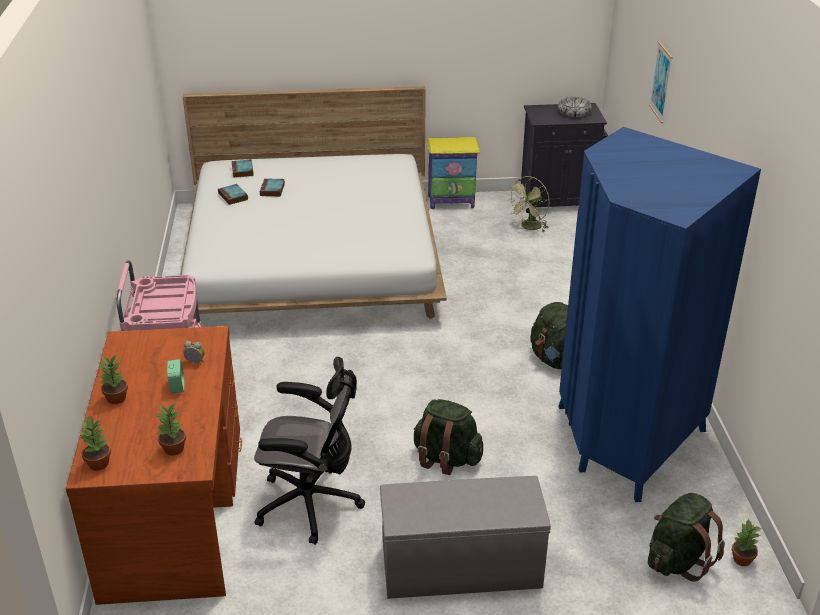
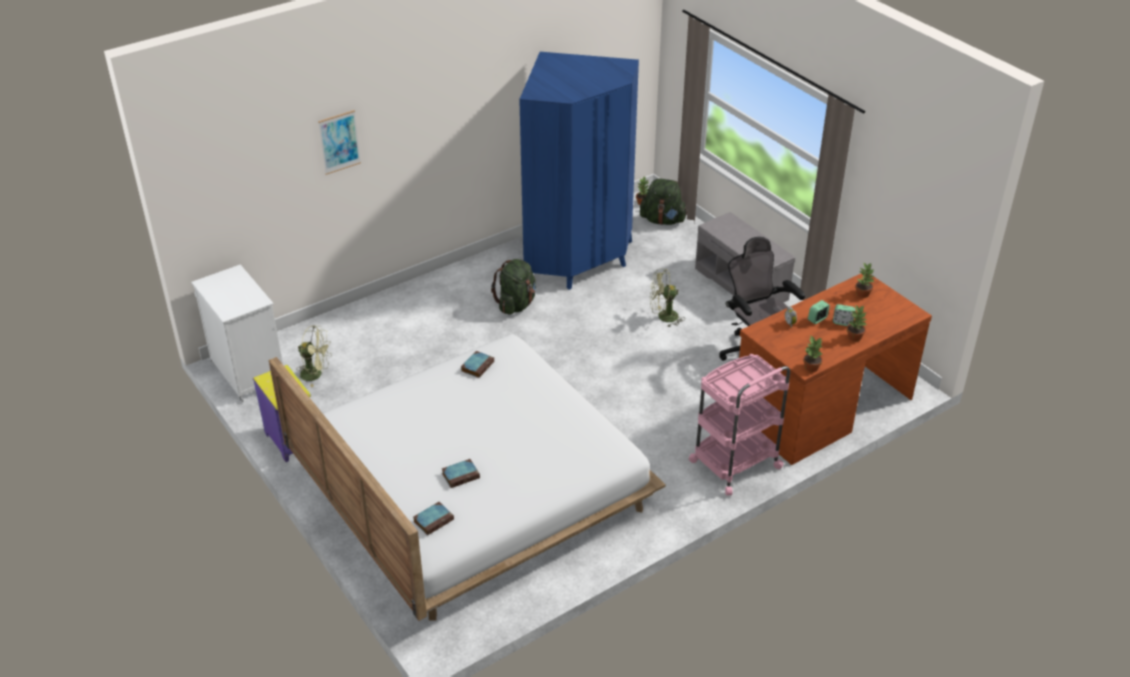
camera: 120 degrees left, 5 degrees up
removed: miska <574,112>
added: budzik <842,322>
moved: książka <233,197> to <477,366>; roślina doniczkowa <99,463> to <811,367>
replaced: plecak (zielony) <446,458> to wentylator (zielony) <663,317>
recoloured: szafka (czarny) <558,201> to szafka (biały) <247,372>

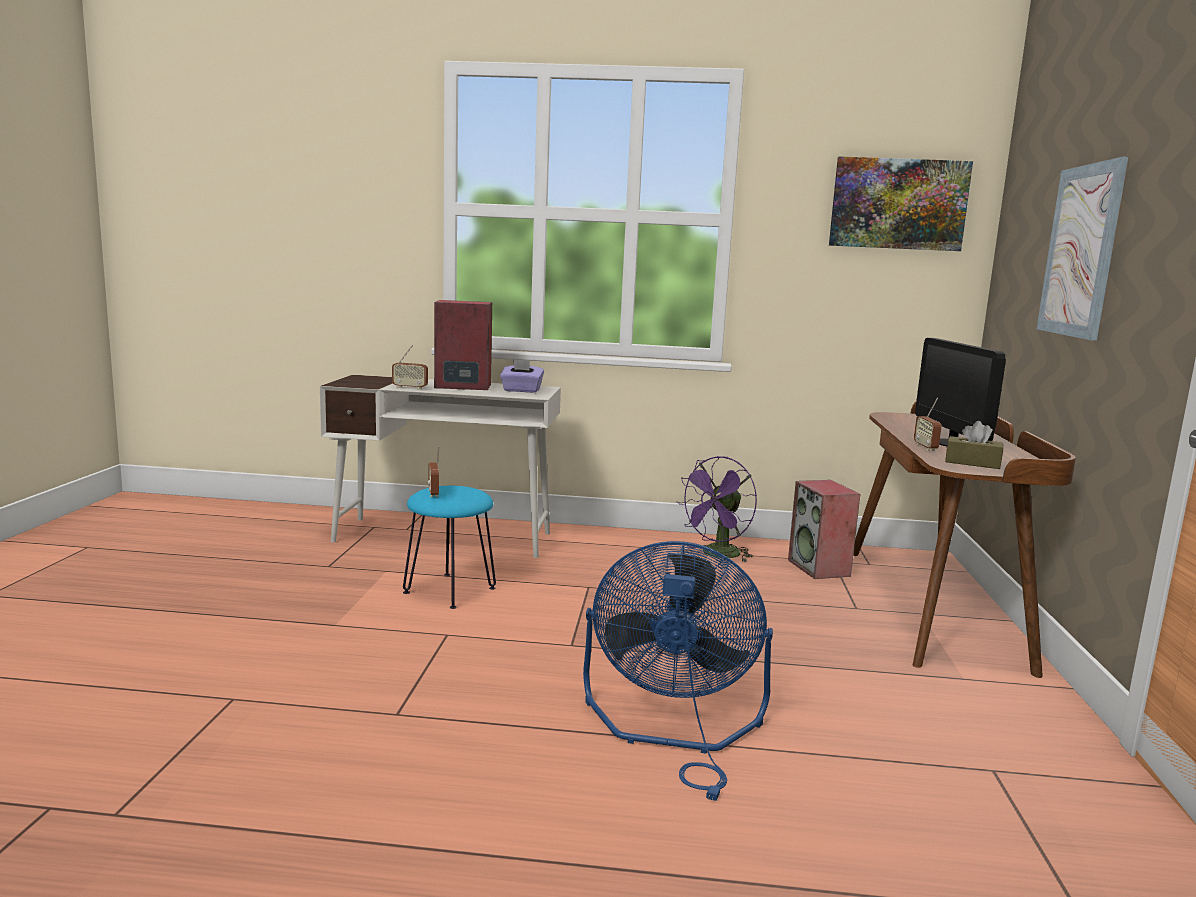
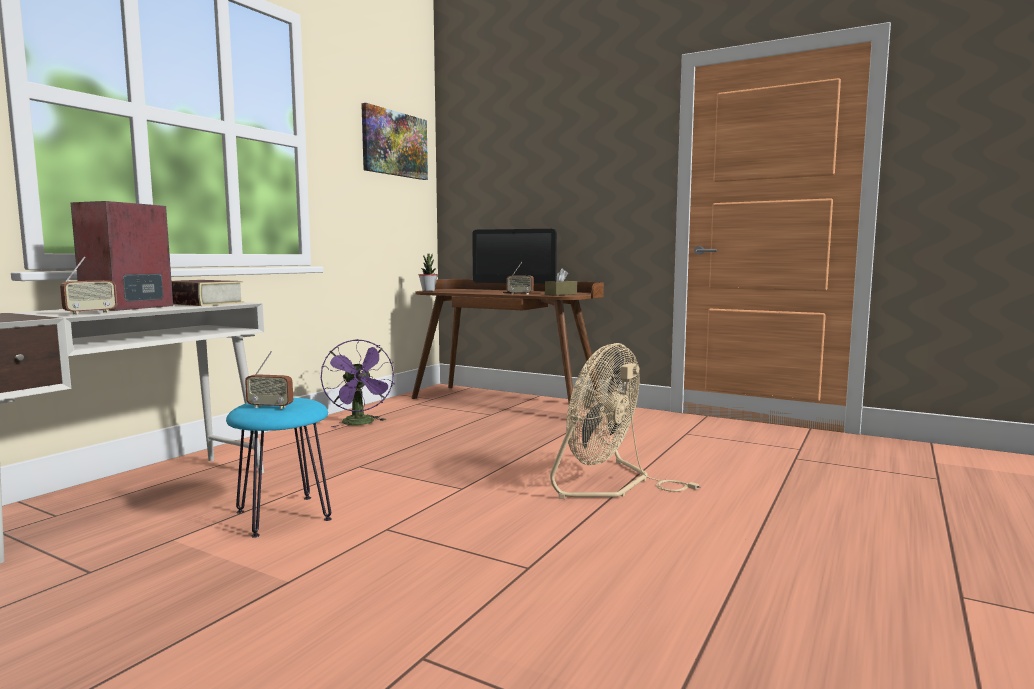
camera: 65 degrees left, 5 degrees down
removed: obraz <1080,251>; głośnik <820,568>
added: roślina doniczkowa <428,290>
replaced: pudełko chusteczek (fioletowy) <521,390> to książka <201,303>
recoloured: wentylator (niebieski) <676,733> to wentylator (beżowy) <617,483>

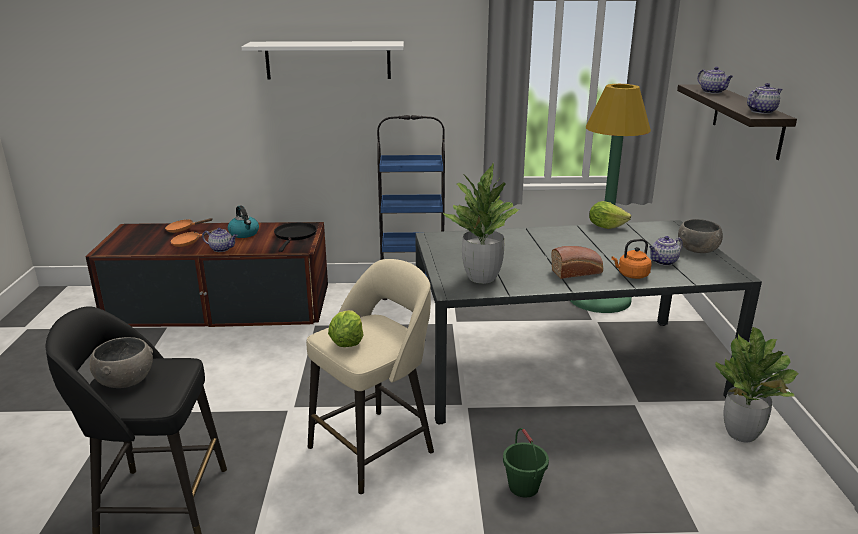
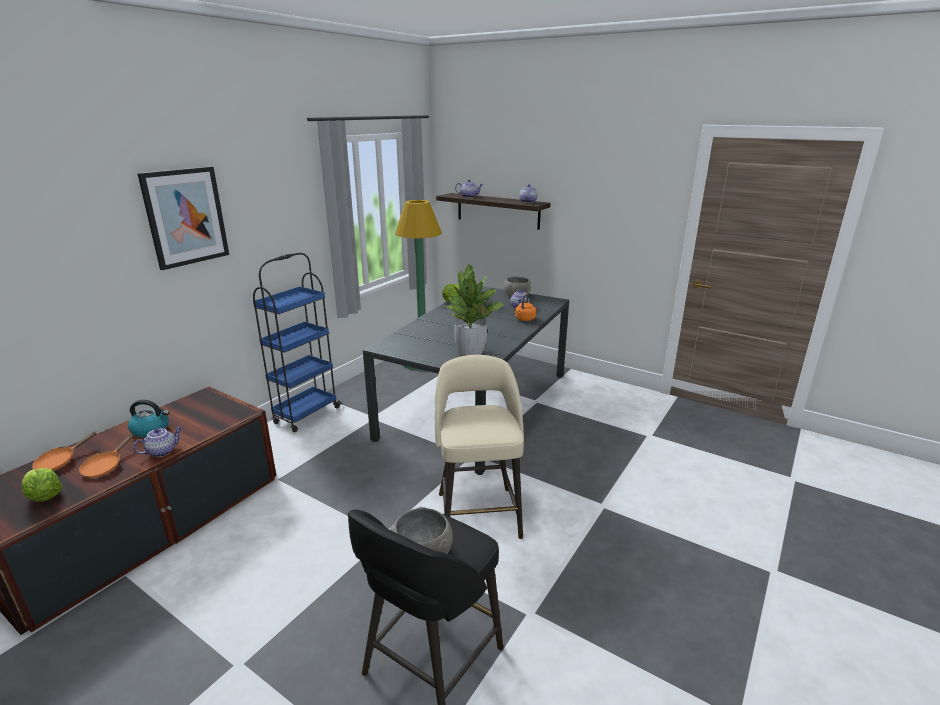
camera: 55 degrees left, 0 degrees up
removed: patelnia (czarny) <295,235>; chleb <577,272>; roślina doniczkowa <741,434>; wiadro (zielony) <524,487>
moved: sałata <347,342> to <44,496>
replaced: półka (biały) <328,60> to obraz <185,217>

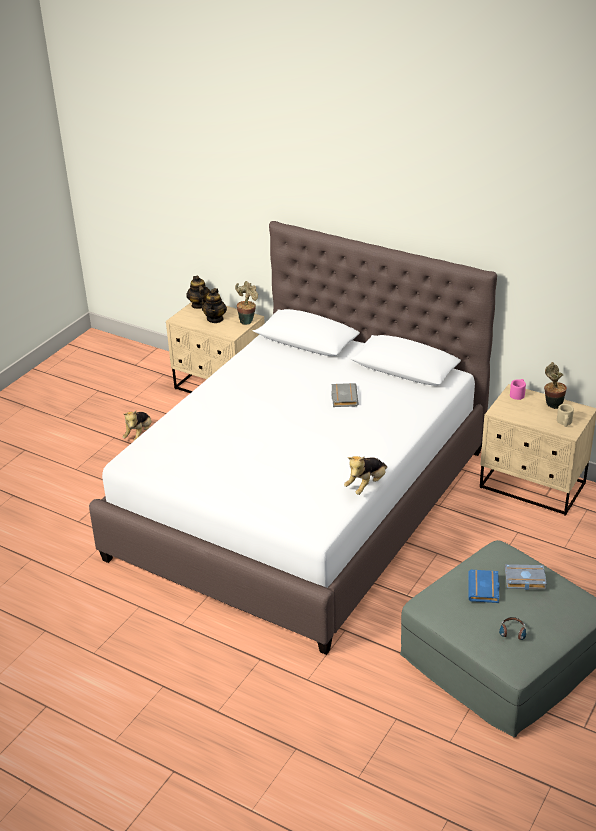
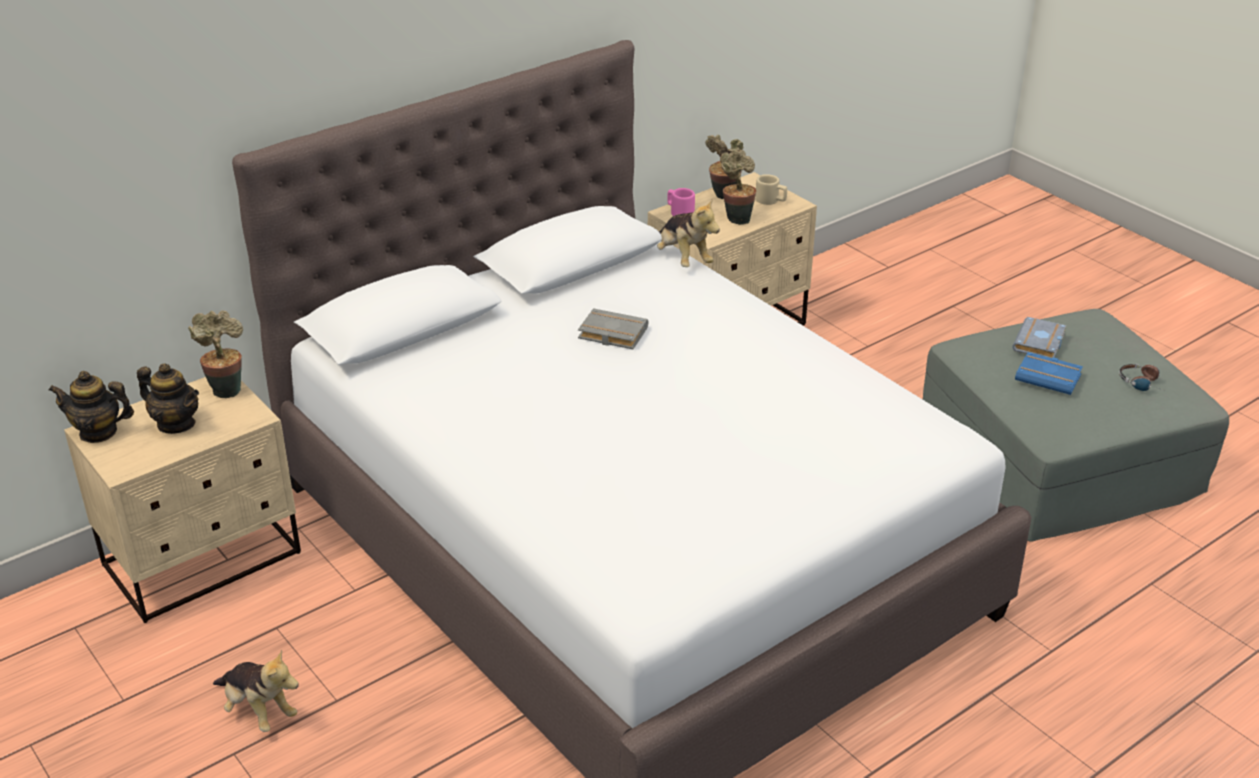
camera: 70 degrees left, 0 degrees up
added: roślina doniczkowa <737,218>
moved: pluszak <366,485> to <683,259>

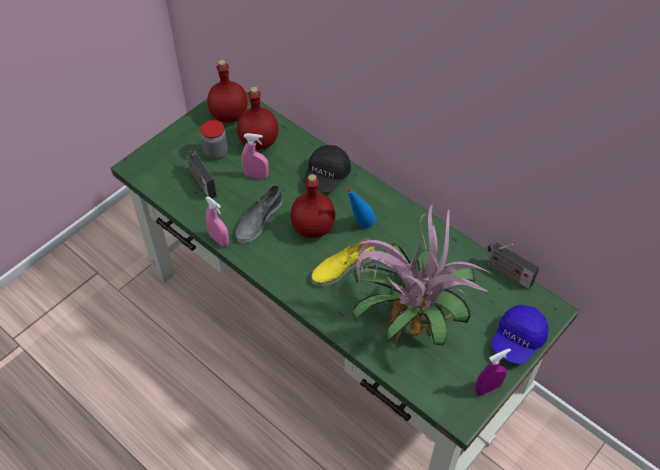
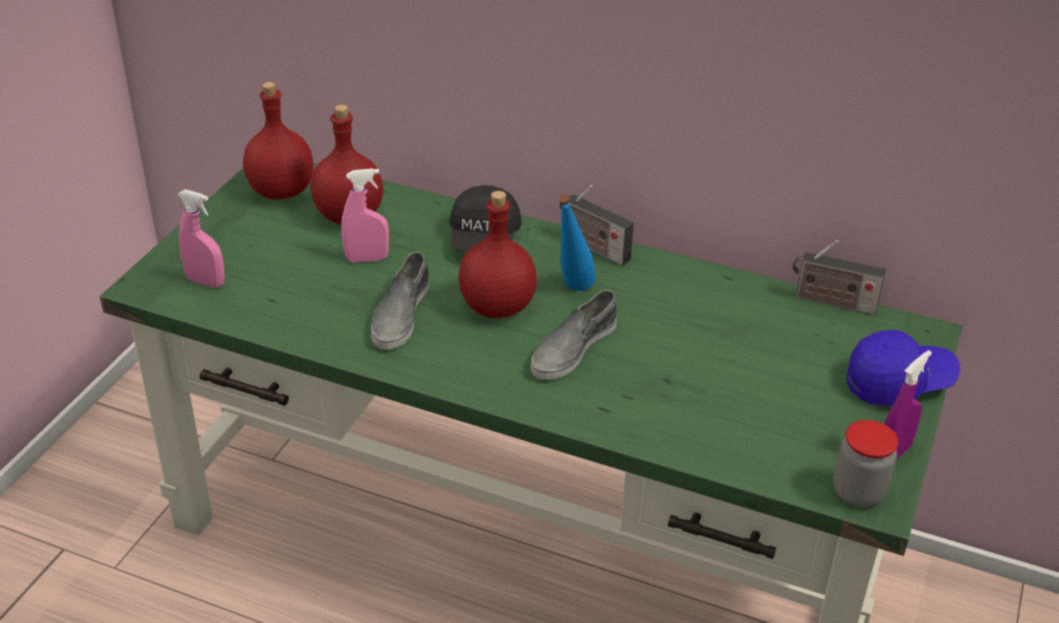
camera: 20 degrees left, 15 degrees down
removed: roślina doniczkowa <409,322>
moved: słoik <216,153> to <858,492>; radio <201,182> to <592,247>; spryskiwacz (różowy) <219,240> to <206,282>
recoloured: but (żółty) <342,267> to but (szary) <573,348>
turned: czapka z daszkiem (niebieski) <517,340> = <898,382> 120 degrees counterclockwise

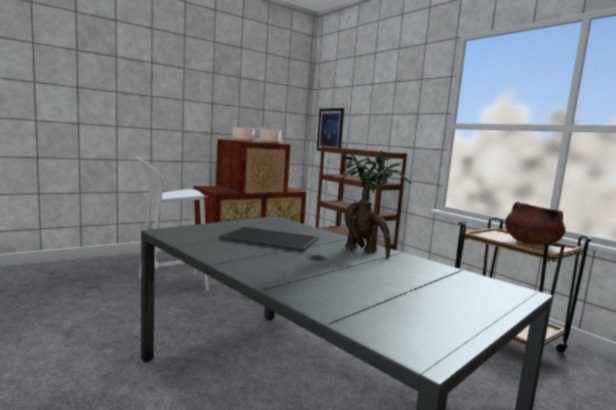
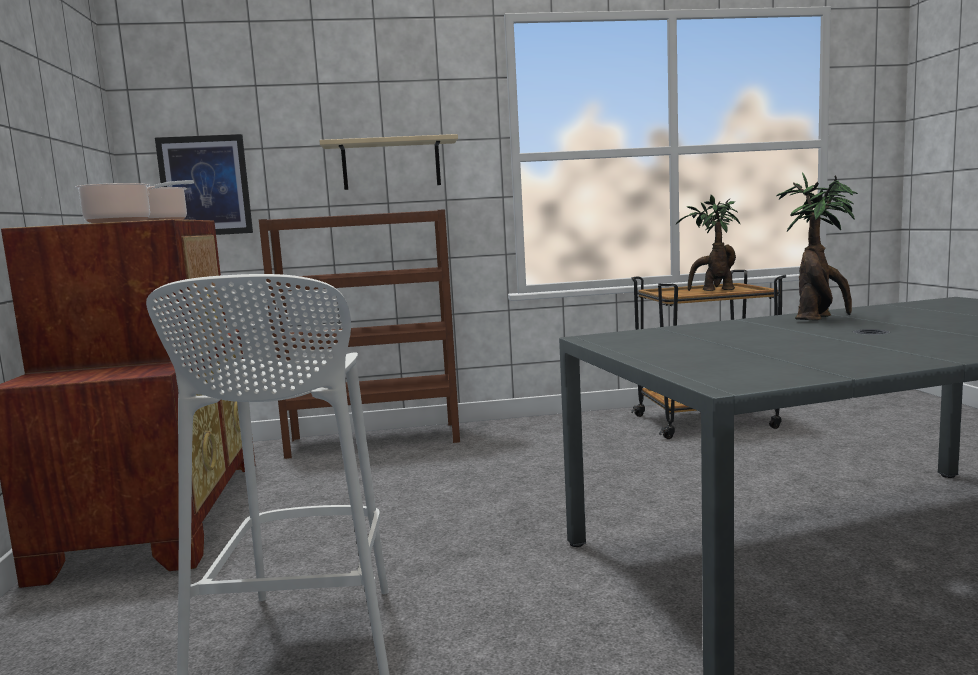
camera: 60 degrees left, 0 degrees up
removed: taca <271,239>
added: półka (beżowy) <391,164>
replaced: garnek (brązowy) <530,243> to roślina doniczkowa <713,291>

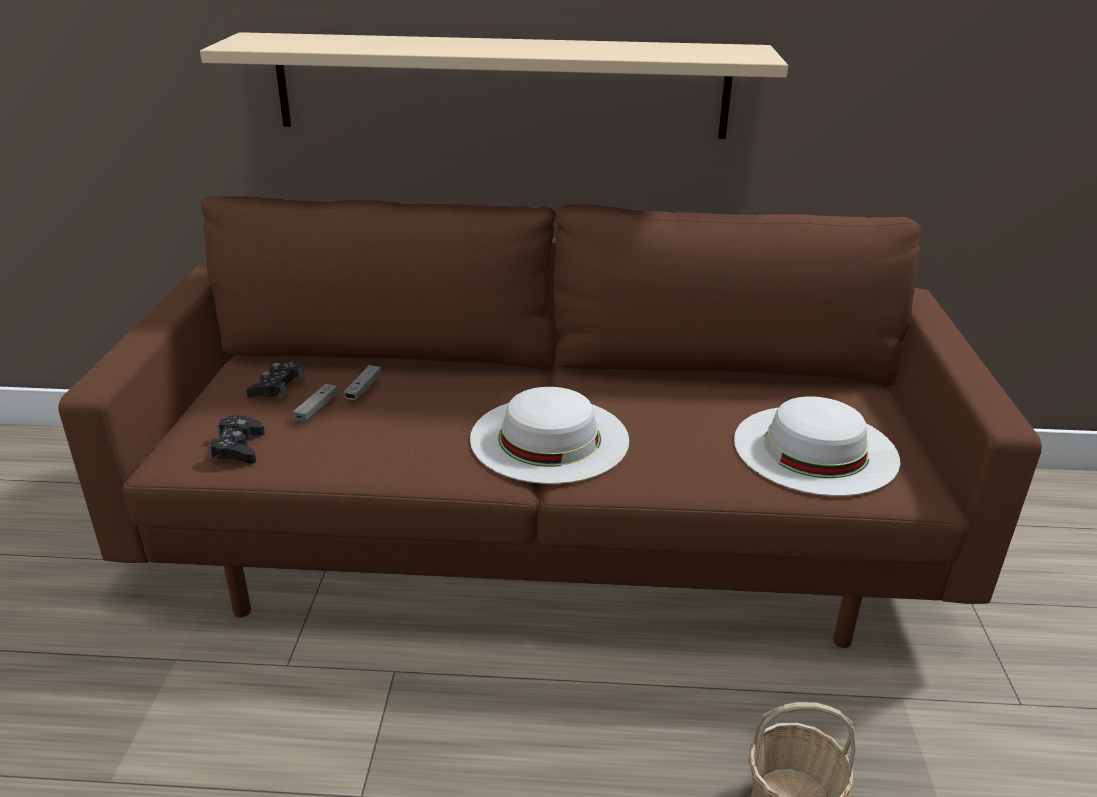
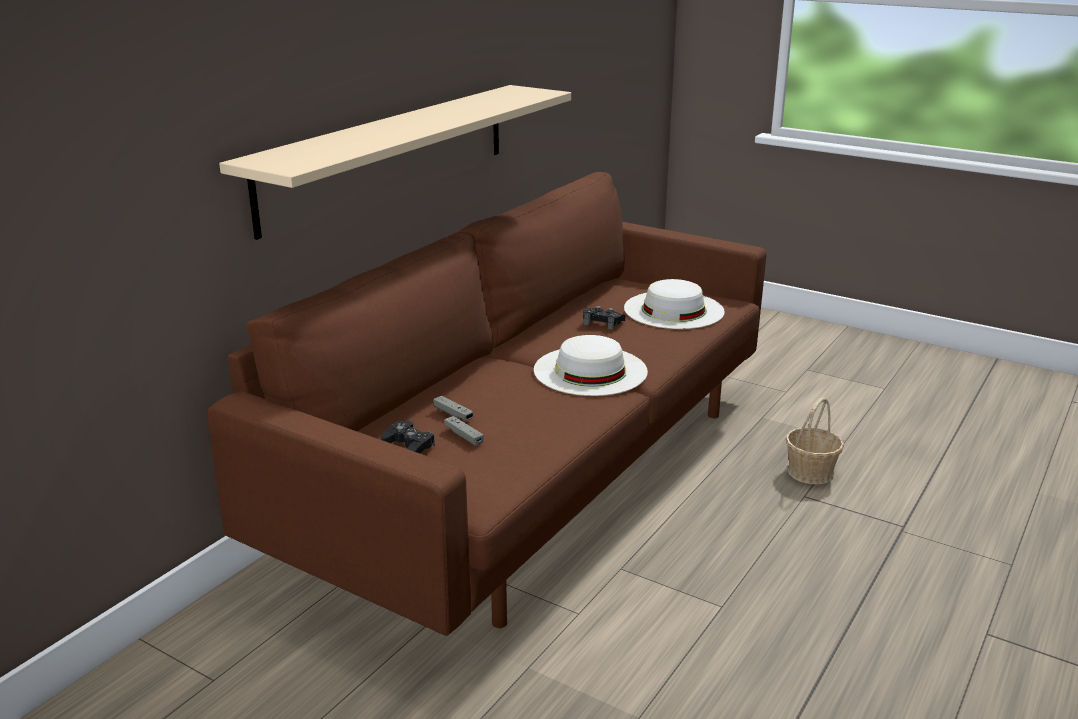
camera: 60 degrees left, 5 degrees down
moved: pad do gier (czarny) <238,448> to <603,322>

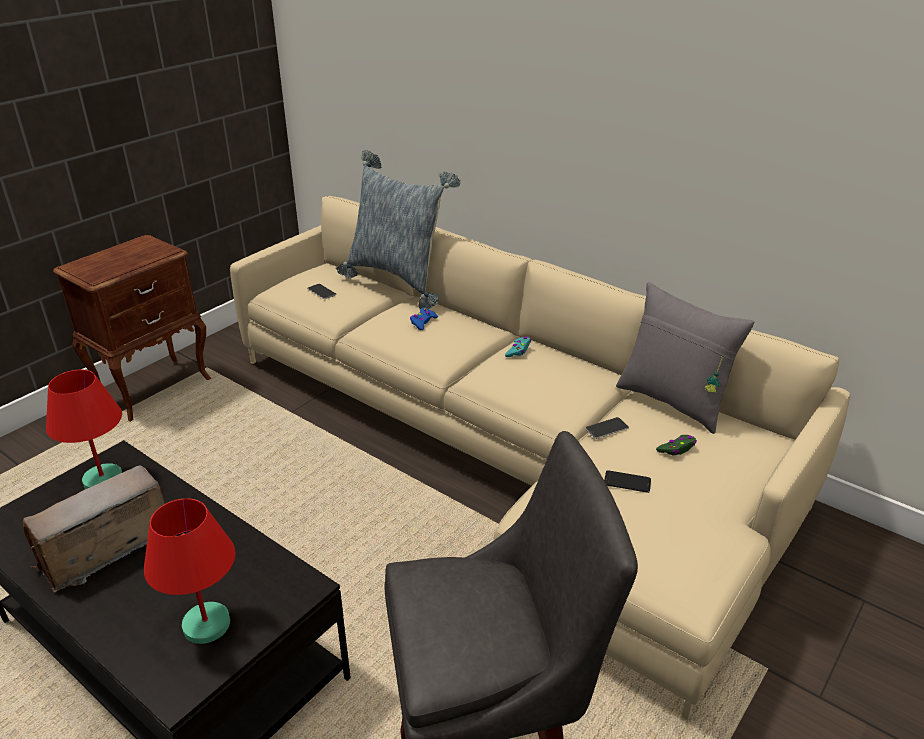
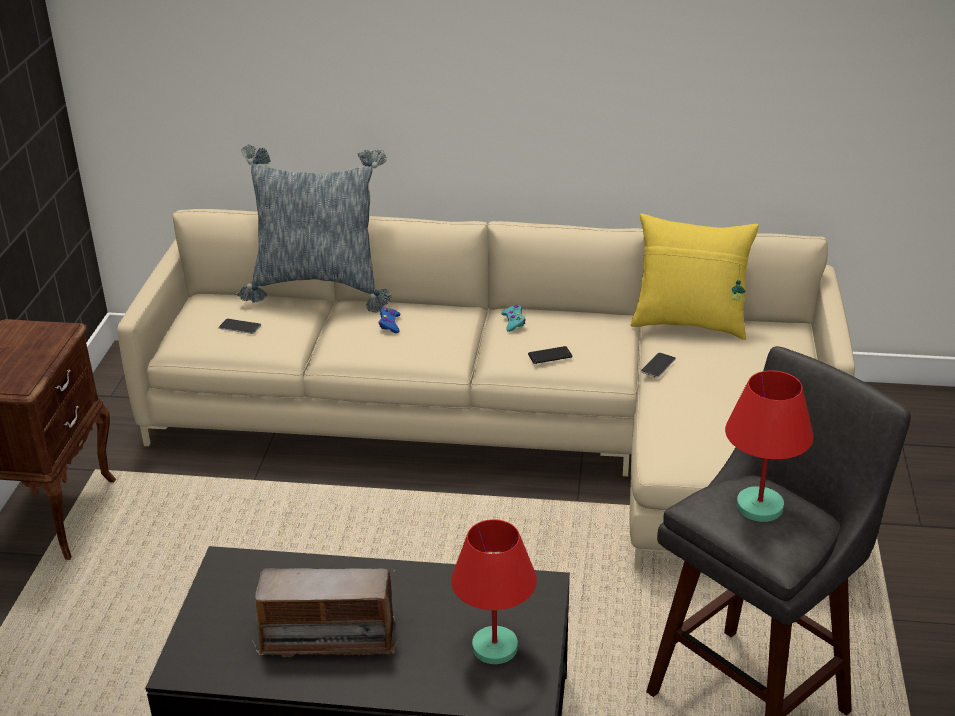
camera: 30 degrees left, 0 degrees up
removed: pad do gier (zielony) <677,449>
moved: lampa stołowa (czerwony) <104,480> to <760,506>; telefon <627,482> to <550,356>
recoloured: poduszka (szary) <672,402> to poduszka (żółty) <689,324>
turned: radio <108,551> = <329,637> 105 degrees counterclockwise

